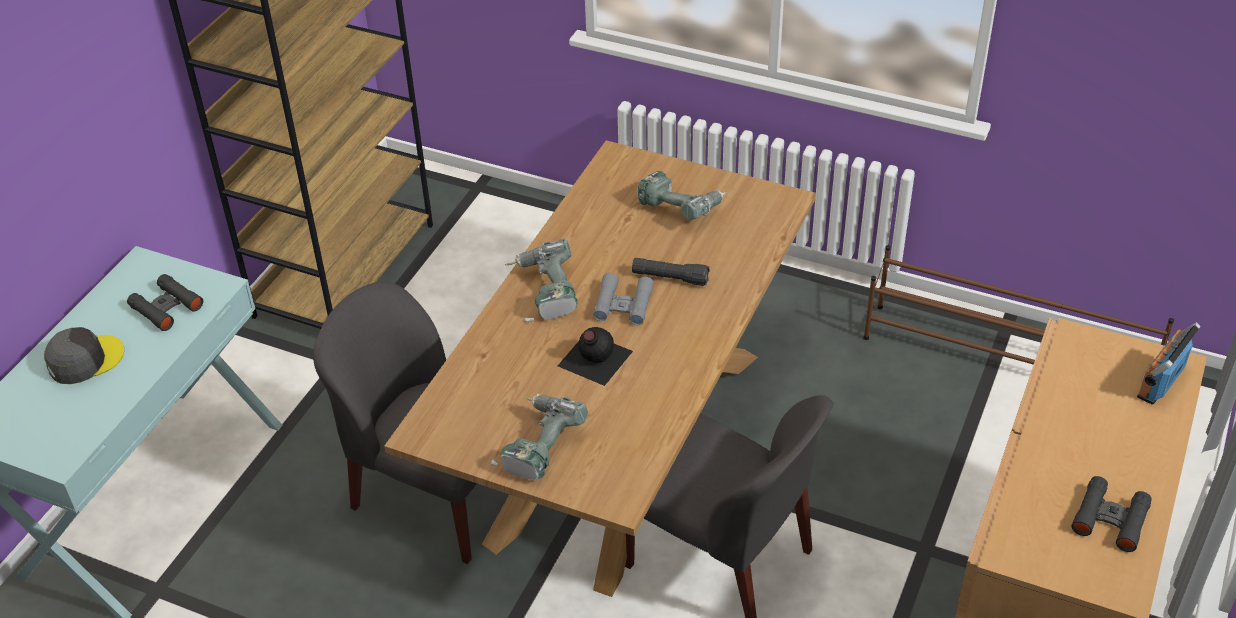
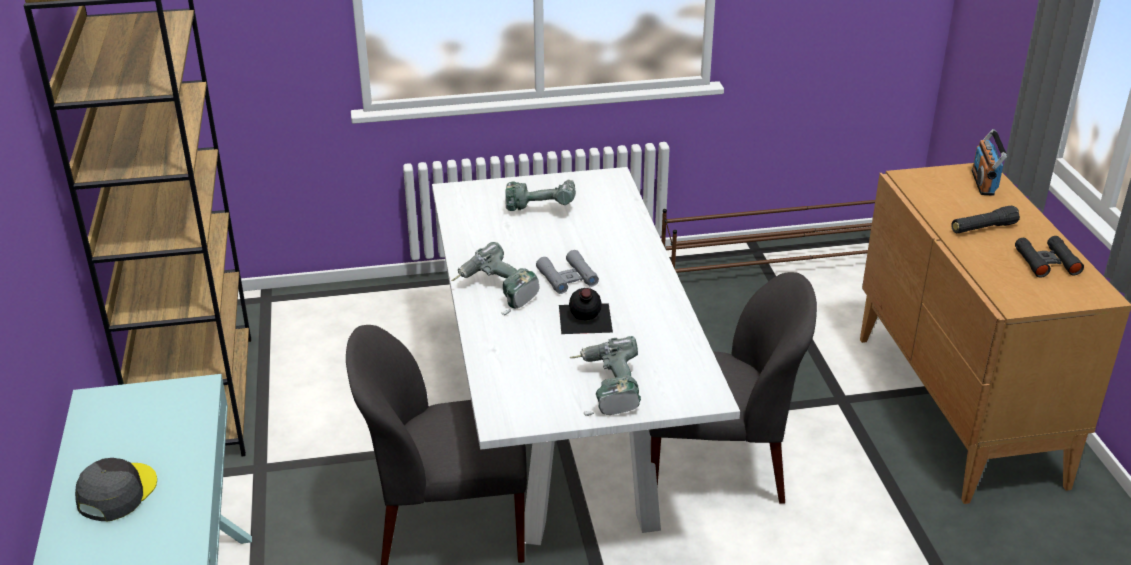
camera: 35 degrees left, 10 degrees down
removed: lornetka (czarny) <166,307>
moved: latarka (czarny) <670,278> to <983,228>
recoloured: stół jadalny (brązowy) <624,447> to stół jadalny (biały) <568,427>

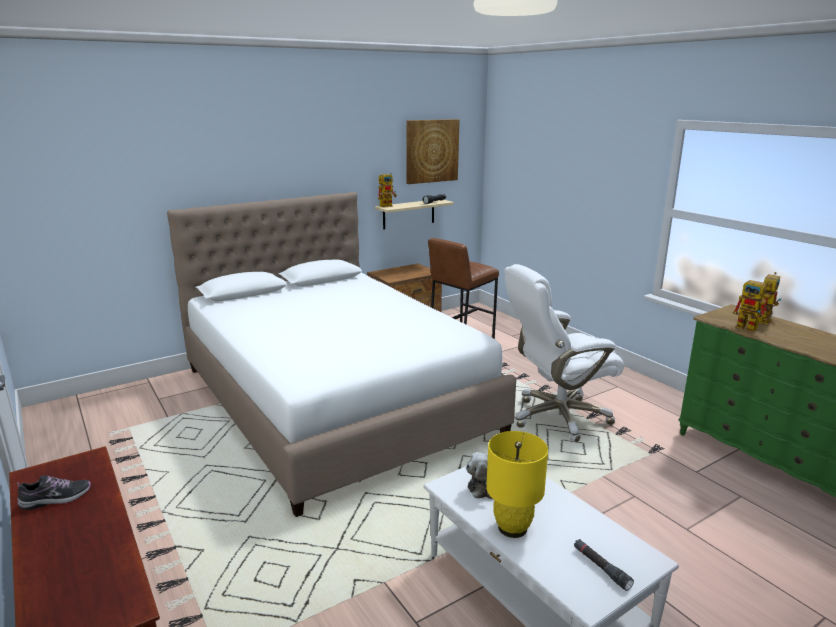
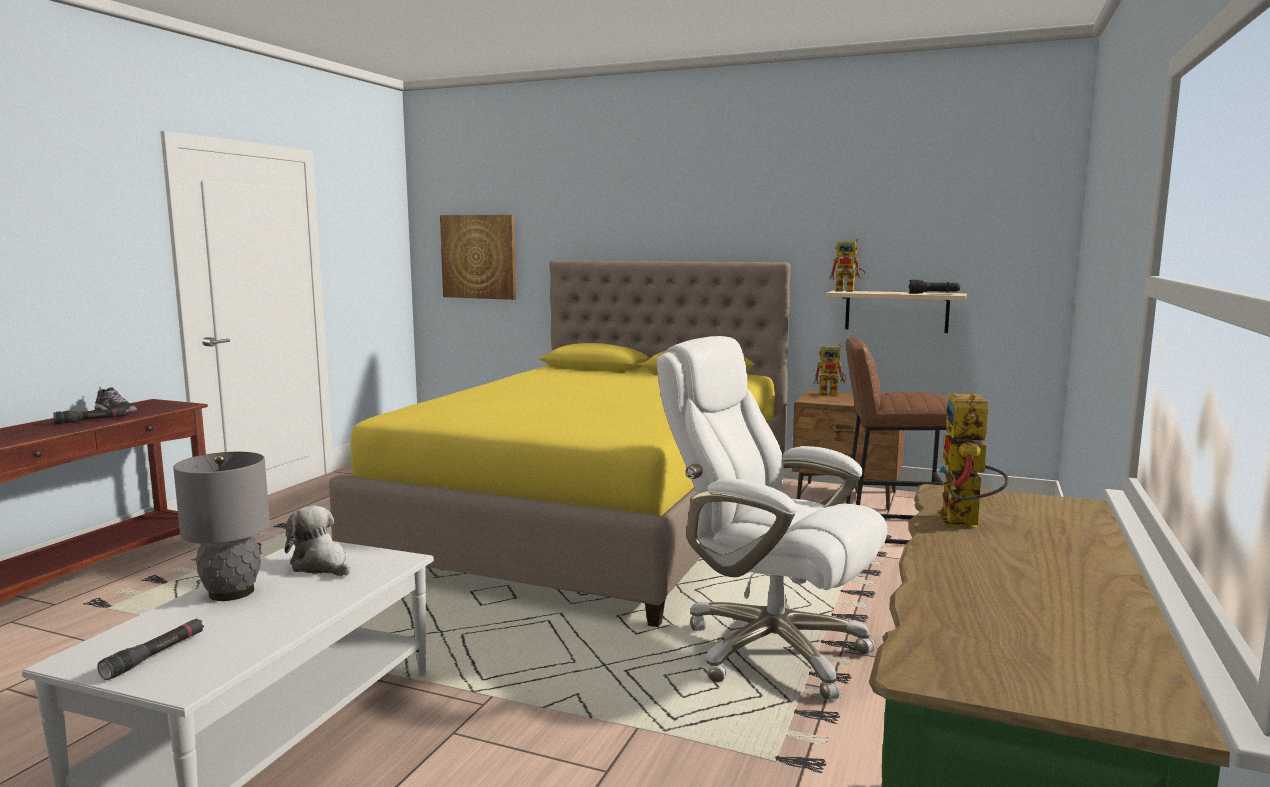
camera: 55 degrees right, 10 degrees down
added: latarka (czarny) <91,420>
moved: obraz <432,151> to <479,256>; robot zabawkowy <762,319> to <832,394>
recoloured: łóżko (biały) <334,399> to łóżko (żółty) <596,518>; lampa stołowa (żółty) <512,528> to lampa stołowa (szary) <231,592>

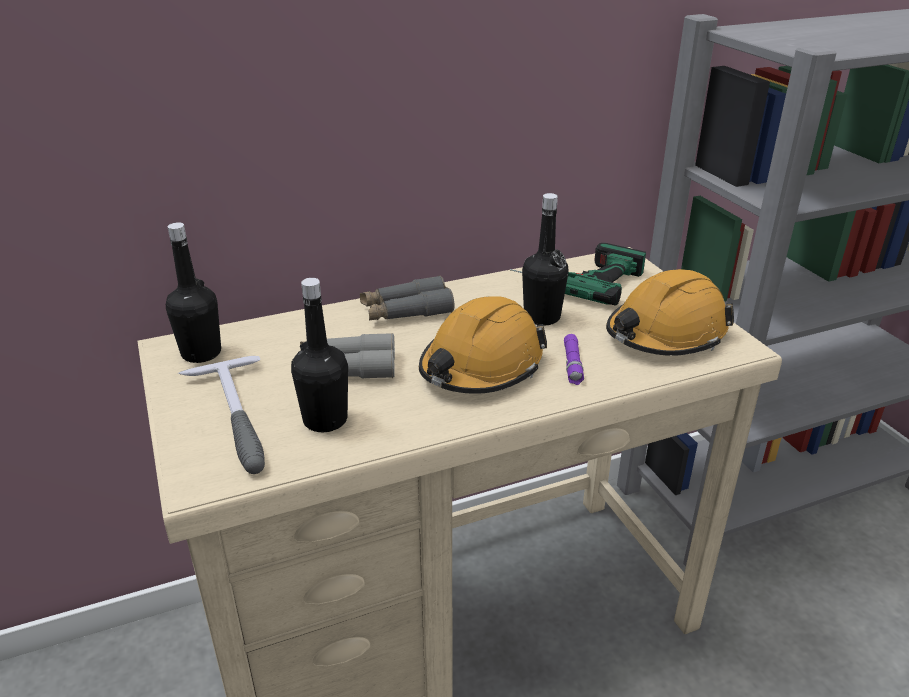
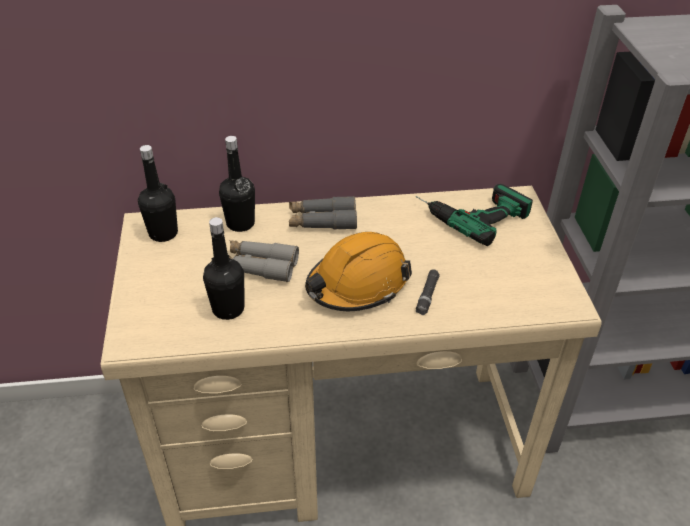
camera: 15 degrees right, 10 degrees up
removed: kask (pomarańczowy) <666,334>; młotek <236,420>
moved: butelka (czarny) <542,317> to <240,223>
recoloured: latarka (fioletowy) <572,364> to latarka (czarny) <427,296>

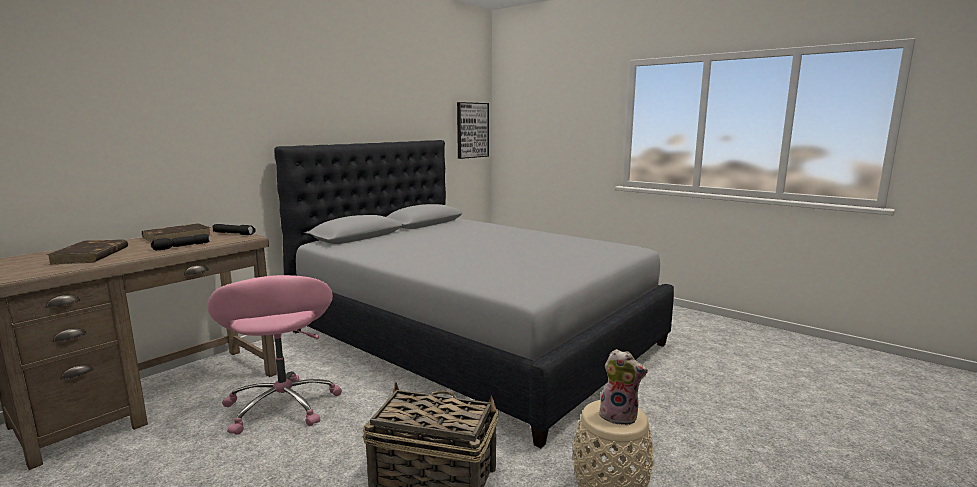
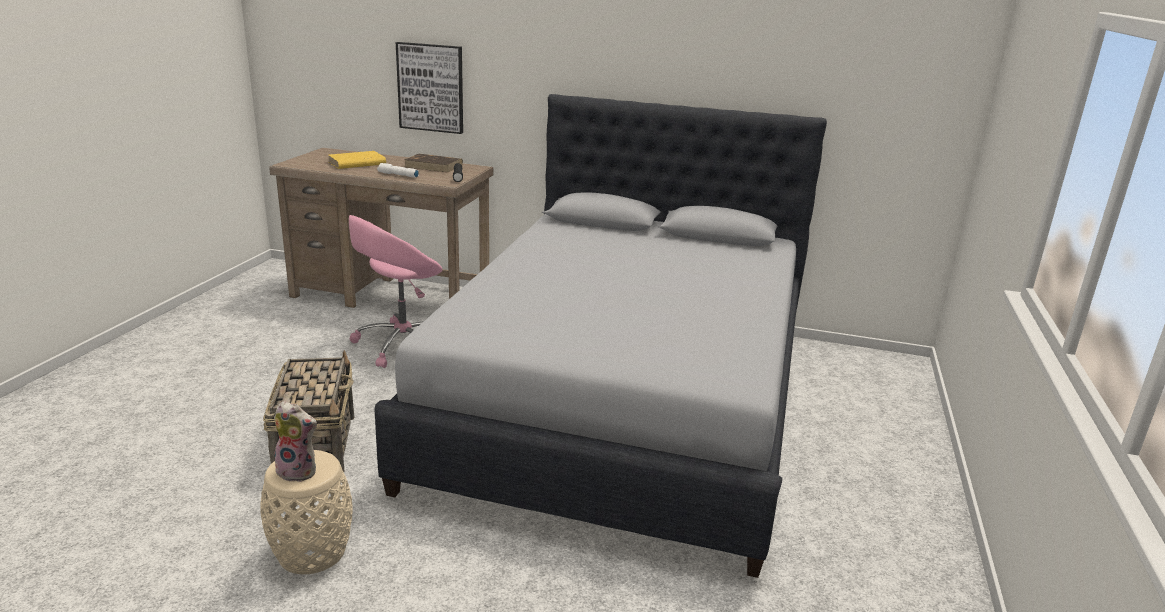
camera: 65 degrees right, 10 degrees up
moved: obraz <472,130> to <431,87>
recoloured: latarka (czarny) <181,247> to latarka (biały) <397,175>; książka (brązowy) <90,255> to książka (żółty) <356,163>
turned: pluszak <619,416> = <299,471> 75 degrees counterclockwise

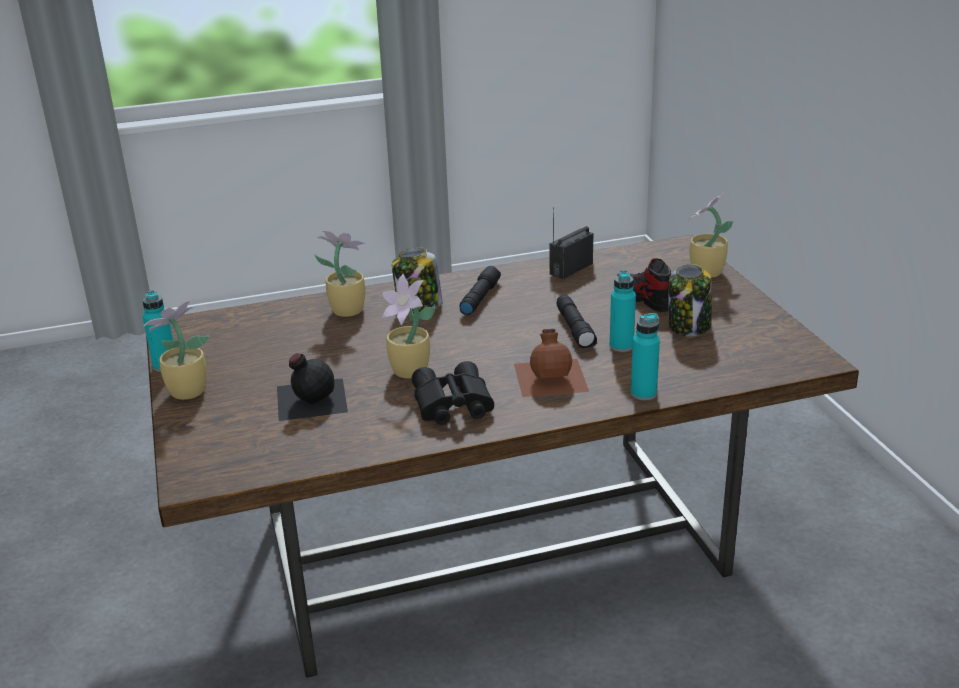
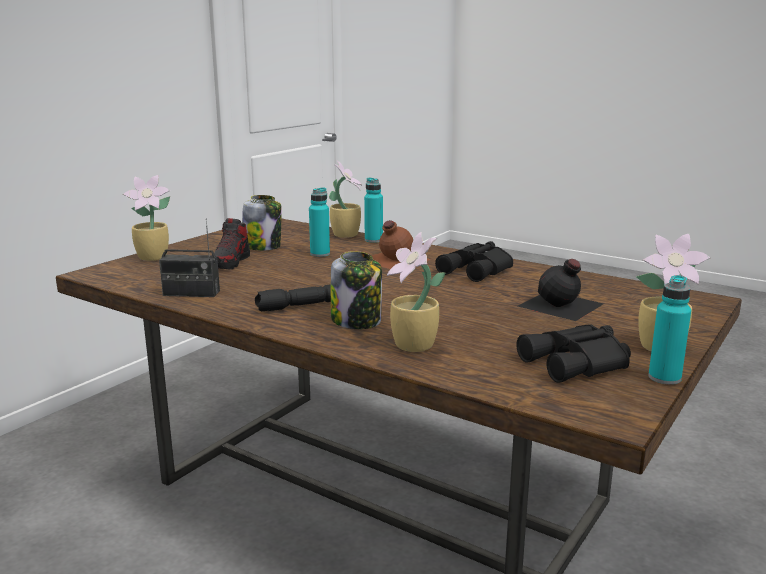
camera: 130 degrees left, 10 degrees down
removed: latarka (czarny) <576,329>
added: lornetka (czarny) <577,363>
moved: roślina doniczkowa <411,372> to <346,234>

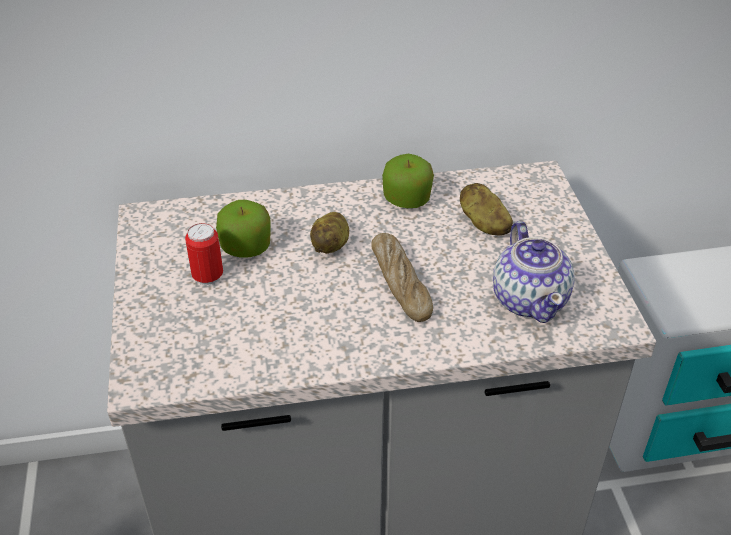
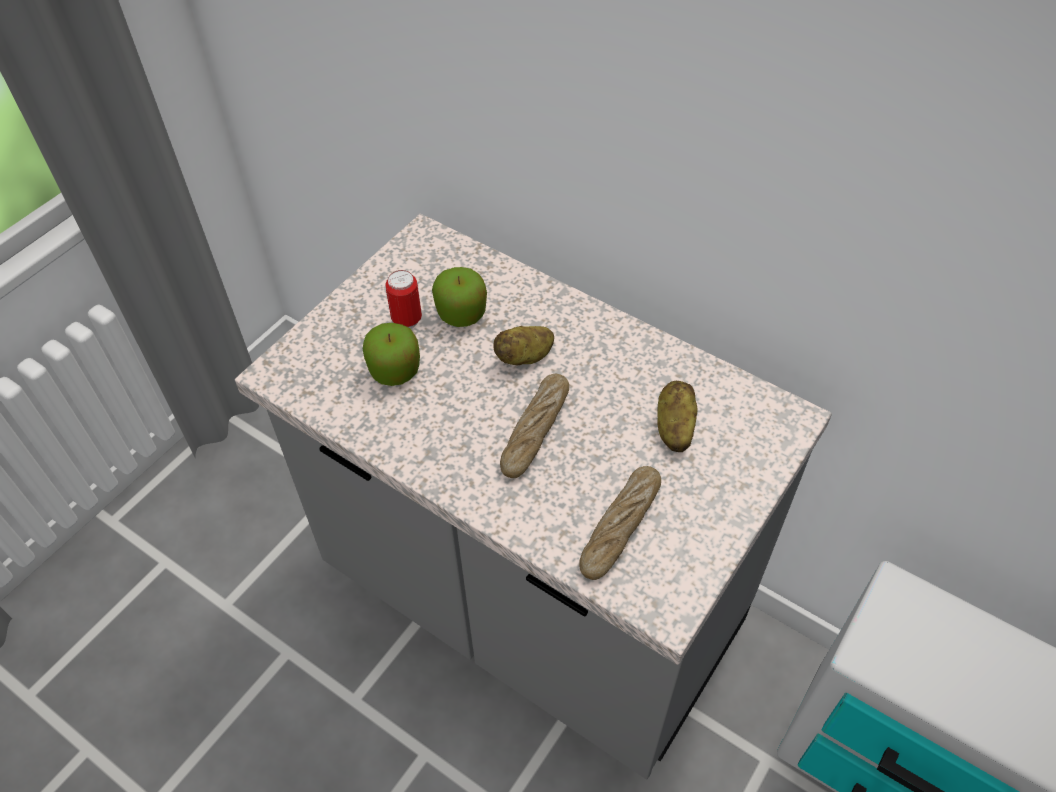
camera: 45 degrees right, 10 degrees up
moved: jabłko <407,199> to <395,370>
replaced: imbryk <530,299> to chleb <620,527>

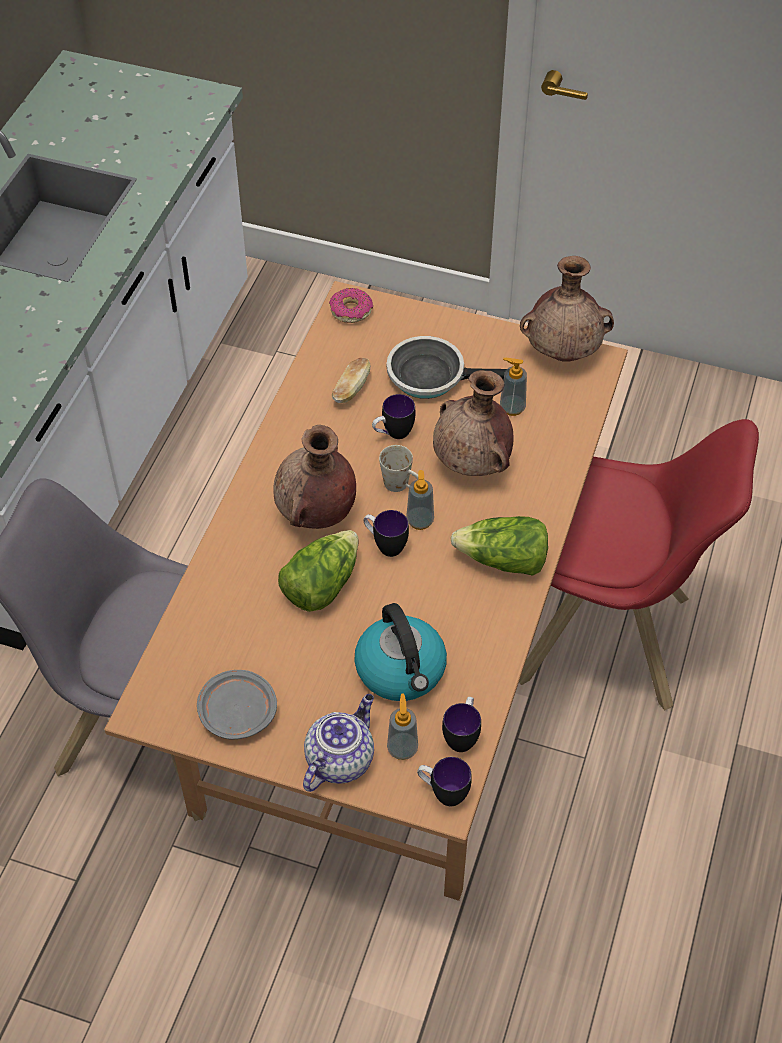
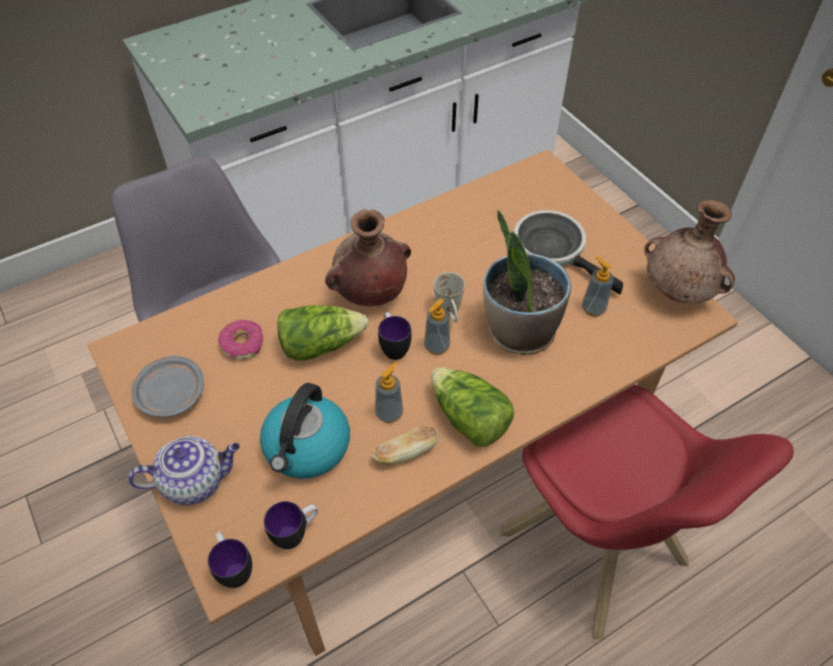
camera: 40 degrees right, 0 degrees up
removed: kubek <393,434>
moved: donut <351,311> to <243,344>; chleb <351,389> to <406,452>; dozownik mydła <402,748> to <389,413>
replaced: wazon (brązowy) <472,464> to roślina doniczkowa <519,331>

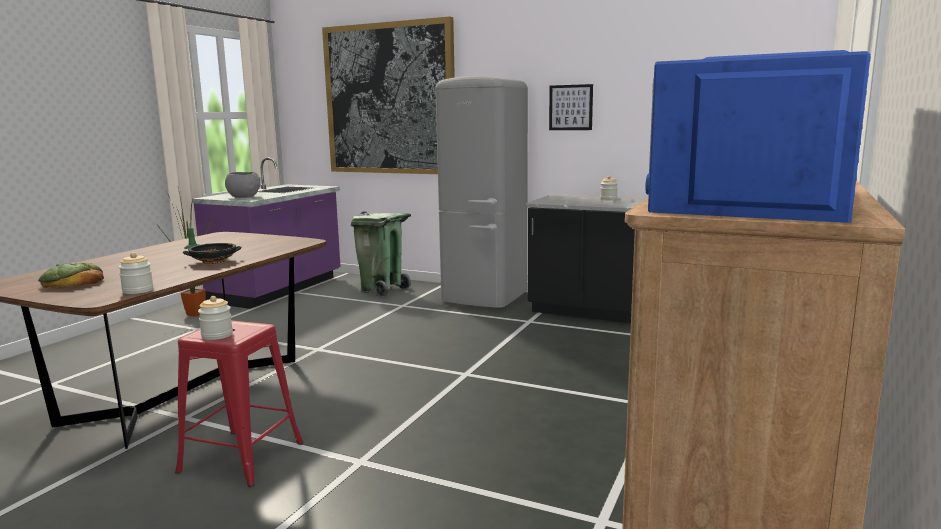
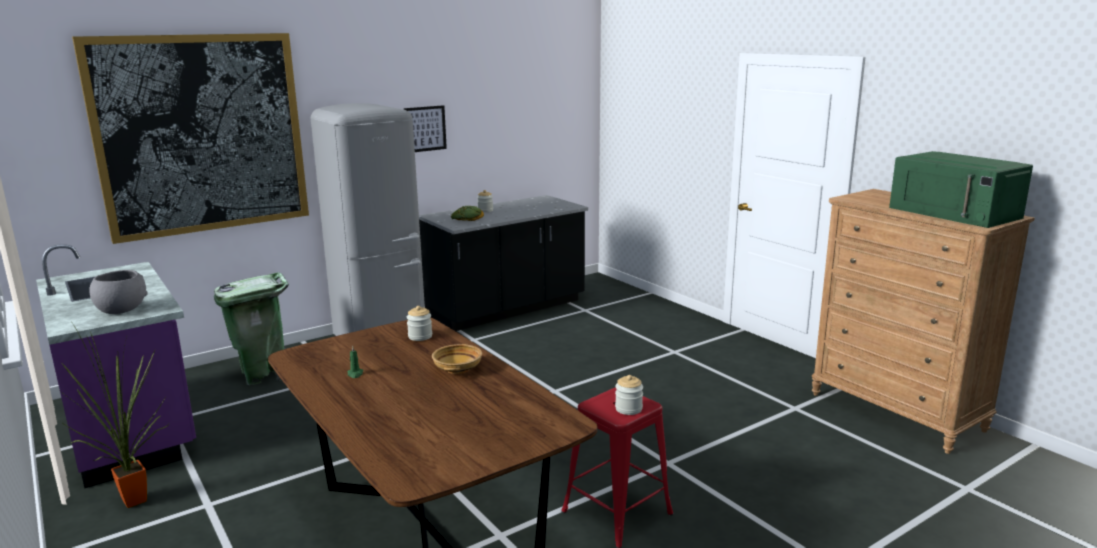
camera: 60 degrees left, 5 degrees up
moved: słoik <138,290> to <420,336>; chleb <73,282> to <467,218>
recoloured: mikrofalówka (niebieski) <755,199> to mikrofalówka (zielony) <955,213>; miska (czarny) <213,261> to miska (beżowy) <458,369>

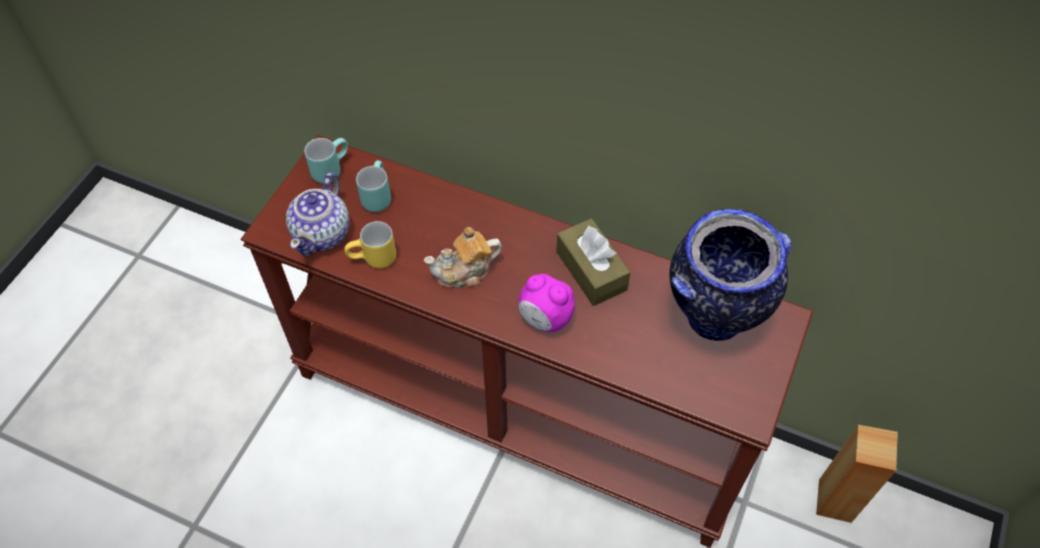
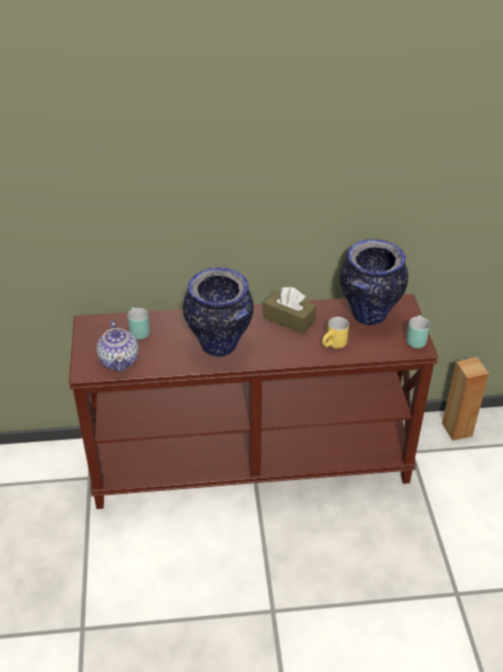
camera: 30 degrees left, 15 degrees down
removed: budzik <545,319>
moved: kubek (turkusowy) <330,168> to <414,339>; kubek (żółty) <373,260> to <334,346>
replaced: imbryk <464,271> to wazon <220,346>

